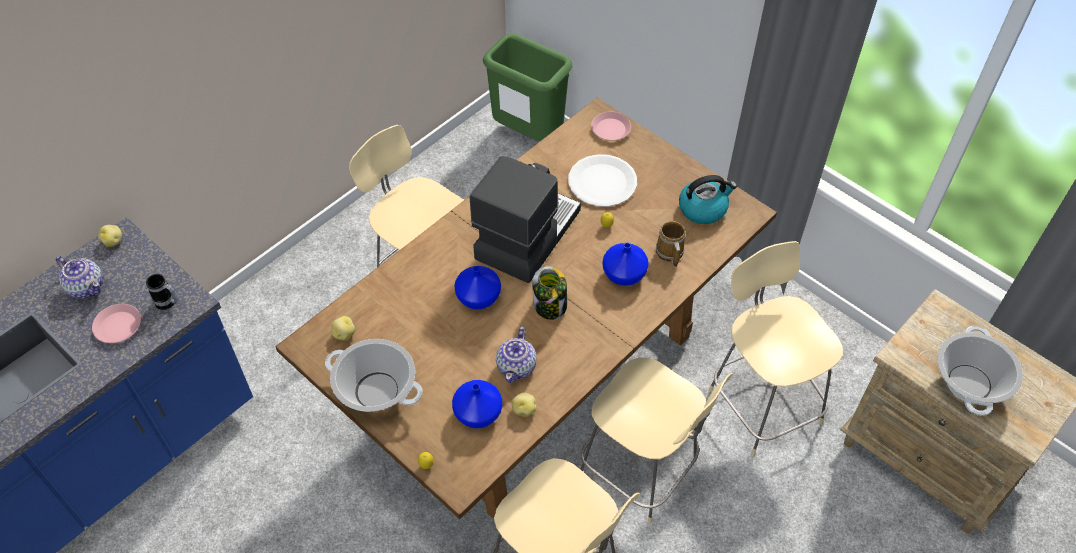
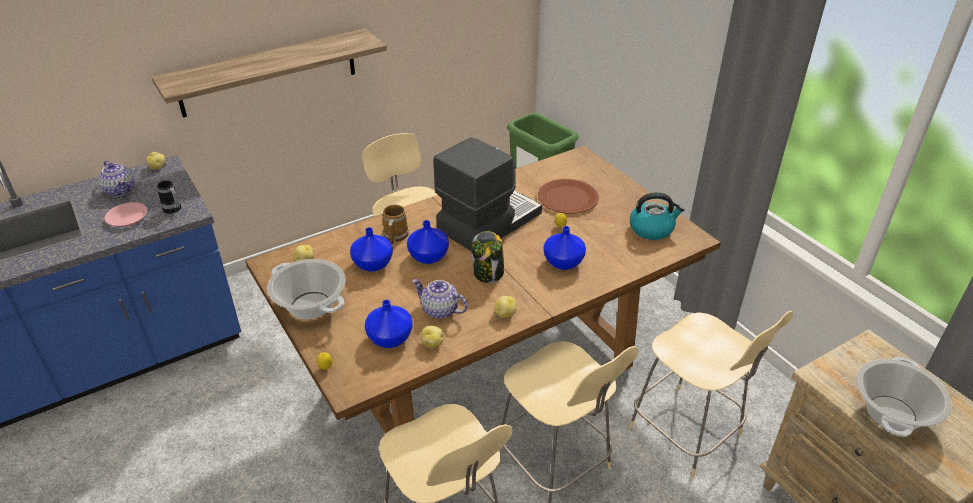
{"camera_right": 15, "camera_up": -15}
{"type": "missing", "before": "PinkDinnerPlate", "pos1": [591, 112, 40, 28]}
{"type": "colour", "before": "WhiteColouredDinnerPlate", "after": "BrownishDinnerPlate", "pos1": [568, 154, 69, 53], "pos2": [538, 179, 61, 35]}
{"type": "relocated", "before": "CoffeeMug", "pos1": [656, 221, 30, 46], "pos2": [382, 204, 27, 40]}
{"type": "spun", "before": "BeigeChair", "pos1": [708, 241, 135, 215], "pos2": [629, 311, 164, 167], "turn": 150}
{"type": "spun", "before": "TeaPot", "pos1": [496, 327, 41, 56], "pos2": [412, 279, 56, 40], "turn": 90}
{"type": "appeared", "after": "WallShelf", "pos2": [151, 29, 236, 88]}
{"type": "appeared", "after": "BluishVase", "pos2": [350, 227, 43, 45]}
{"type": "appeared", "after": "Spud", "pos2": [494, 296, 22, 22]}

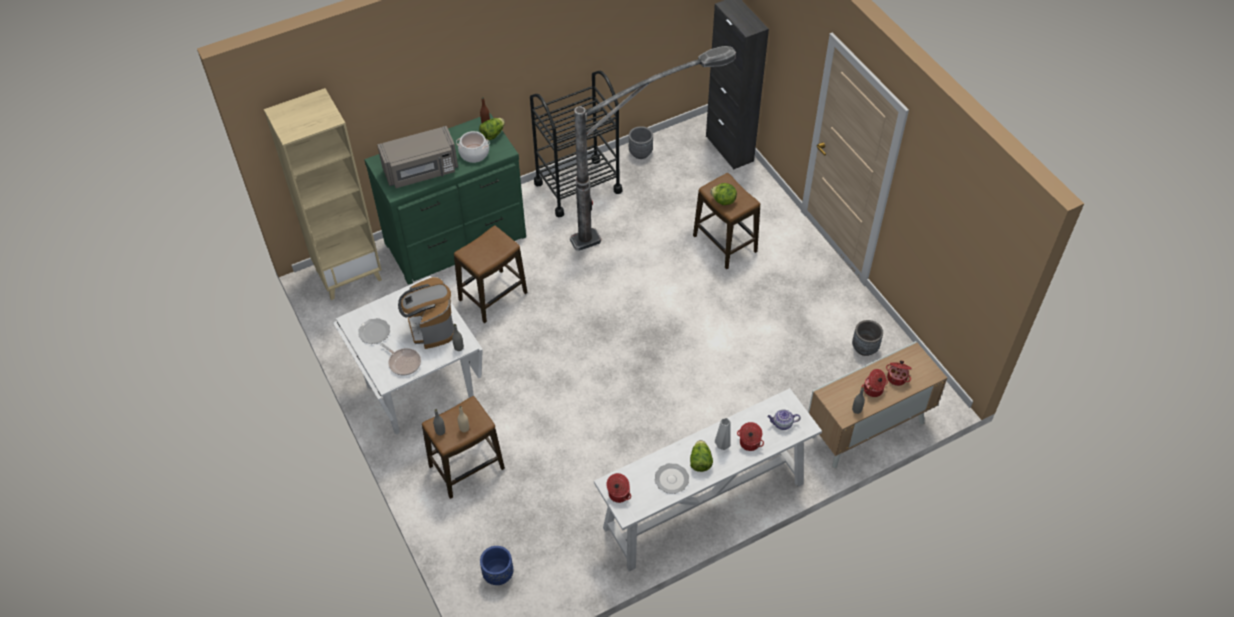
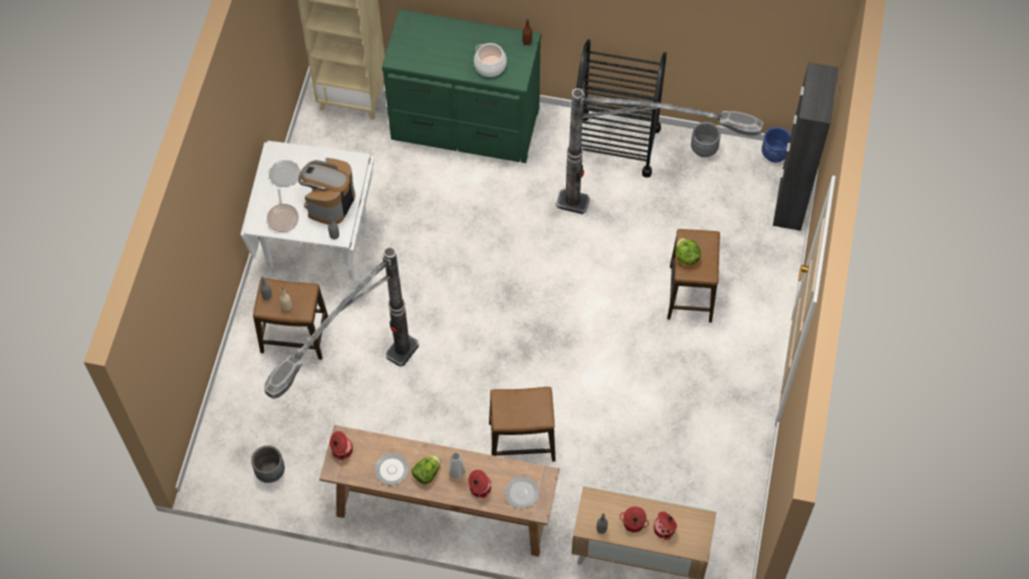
{"camera_right": 40, "camera_up": 10}
{"type": "missing", "before": "HeadOfLettuce", "pos1": [479, 118, 26, 22]}
{"type": "missing", "before": "GrayKitchenMicrowave", "pos1": [377, 126, 81, 62]}
{"type": "relocated", "before": "StoolSeat", "pos1": [454, 225, 74, 98], "pos2": [489, 387, 67, 75]}
{"type": "relocated", "before": "GrayFlowerPot", "pos1": [852, 320, 31, 36], "pos2": [251, 445, 34, 38]}
{"type": "colour", "before": "WhiteColouredHallTable", "after": "BrownishHallTable", "pos1": [594, 388, 228, 184], "pos2": [319, 425, 240, 132]}
{"type": "exchanged", "before": "TeaPot", "after": "DinnerPlate", "pos1": [767, 410, 34, 20], "pos2": [505, 476, 35, 33]}
{"type": "relocated", "before": "BluishFlowerPot", "pos1": [480, 546, 33, 39], "pos2": [762, 127, 29, 35]}
{"type": "appeared", "after": "FloorLamp", "pos2": [264, 247, 155, 152]}

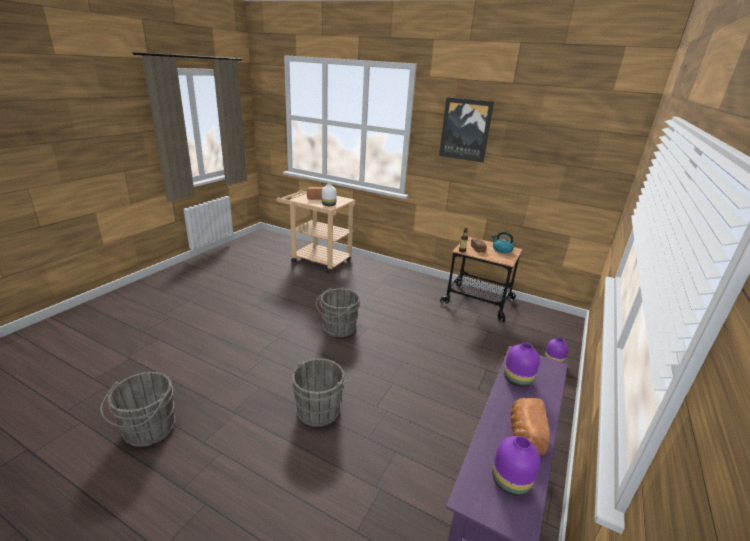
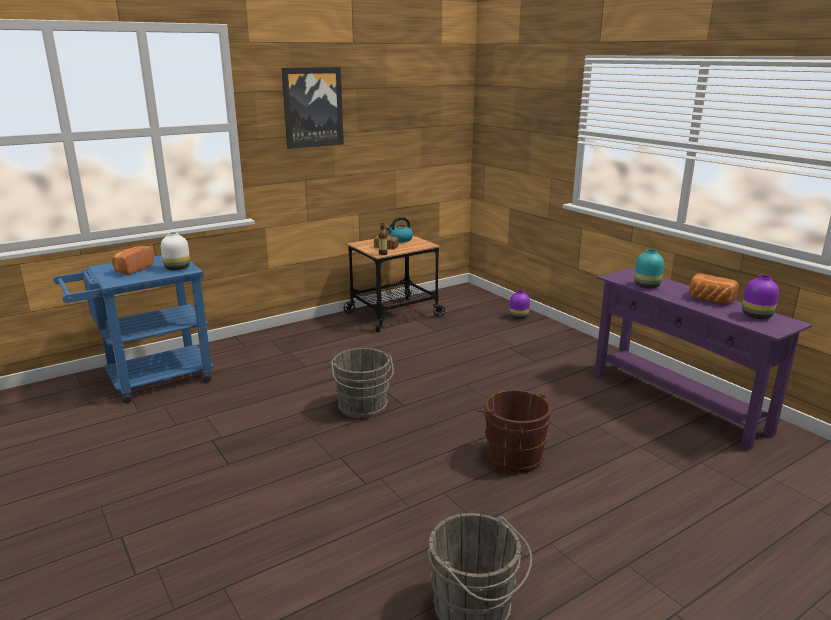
{"camera_right": -60, "camera_up": -5}
{"type": "colour", "before": "BeigeWheeledCart", "after": "BluishWheeledCart", "pos1": [276, 190, 80, 84], "pos2": [53, 255, 161, 149]}
{"type": "colour", "before": "PurpleVase", "after": "BlueGreenVase", "pos1": [504, 342, 36, 45], "pos2": [634, 249, 30, 40]}
{"type": "colour", "before": "GrayBucket", "after": "BrownishBucket", "pos1": [292, 359, 59, 68], "pos2": [476, 390, 76, 83]}

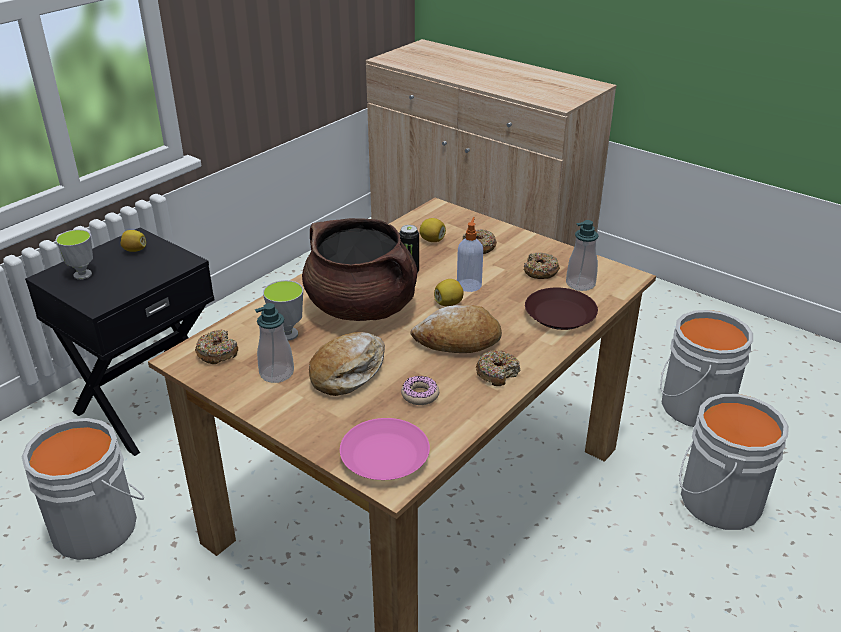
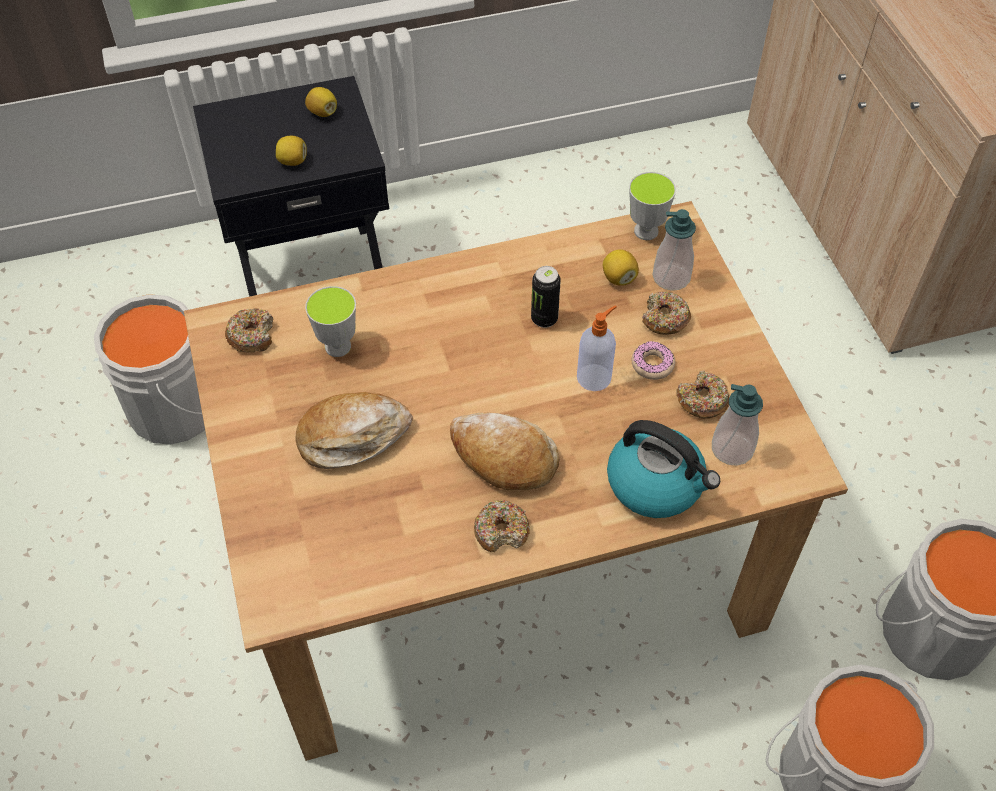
{"camera_right": 35, "camera_up": 20}
{"type": "missing", "before": "BrownishCookingPot", "pos1": [302, 218, 115, 103]}
{"type": "relocated", "before": "SmallCup", "pos1": [56, 229, 37, 51], "pos2": [629, 172, 47, 68]}
{"type": "relocated", "before": "WholeLemon", "pos1": [434, 279, 30, 27], "pos2": [276, 136, 31, 30]}
{"type": "exchanged", "before": "BrownishDinnerPlate", "after": "TeaKettle", "pos1": [525, 288, 73, 42], "pos2": [607, 420, 113, 98]}
{"type": "relocated", "before": "LiquidSoapBottle", "pos1": [255, 303, 39, 80], "pos2": [653, 209, 43, 82]}
{"type": "relocated", "before": "Doughnut", "pos1": [401, 376, 38, 29], "pos2": [632, 341, 43, 39]}
{"type": "missing", "before": "PinkDinnerPlate", "pos1": [340, 418, 90, 62]}

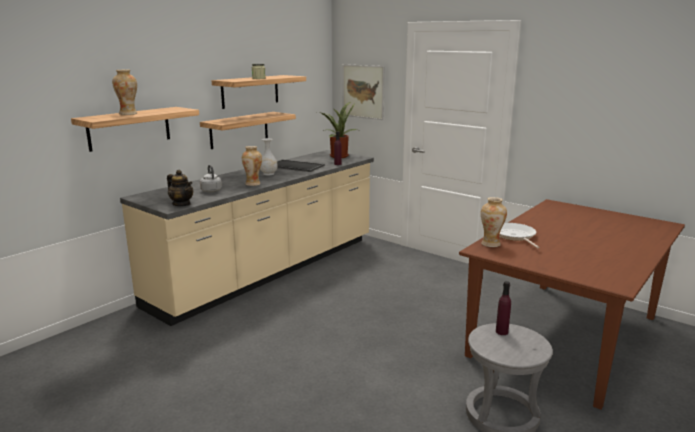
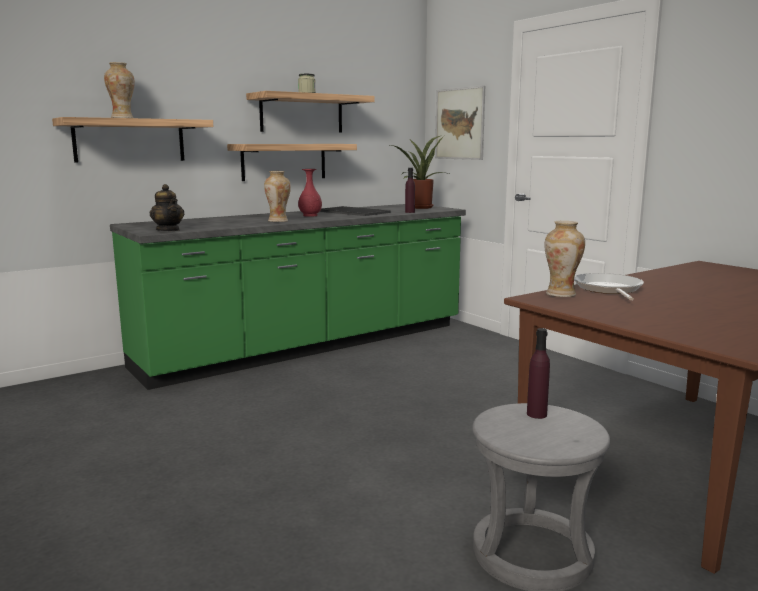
{"camera_right": 15, "camera_up": -5}
{"type": "colour", "before": "WhiteColouredVase", "after": "RedColouredVase", "pos1": [260, 138, 18, 37], "pos2": [298, 169, 24, 48]}
{"type": "colour", "before": "BeigeKitchenBaseUnit", "after": "GreenishKitchenBaseUnit", "pos1": [120, 150, 254, 176], "pos2": [110, 204, 356, 186]}
{"type": "missing", "before": "GrayTeaKettle", "pos1": [200, 165, 22, 27]}

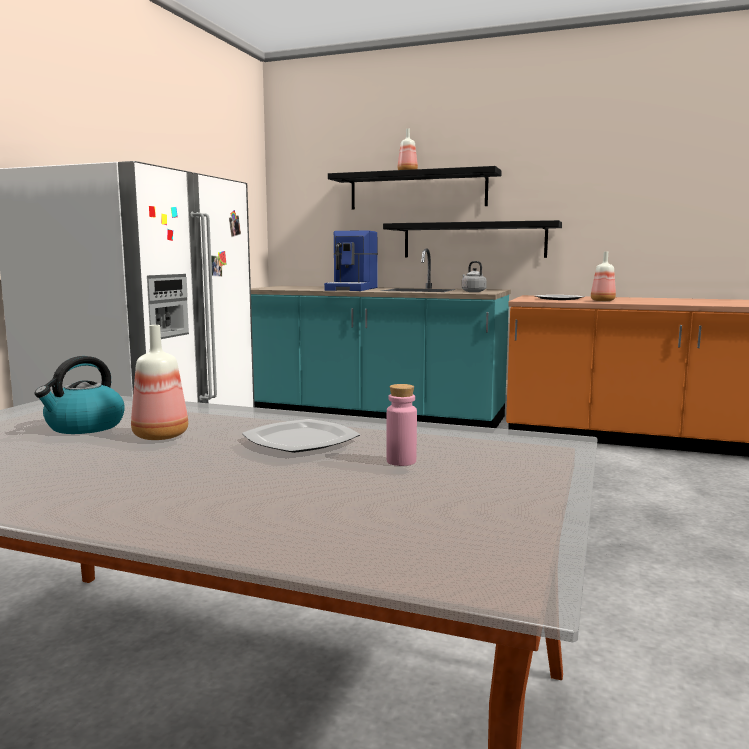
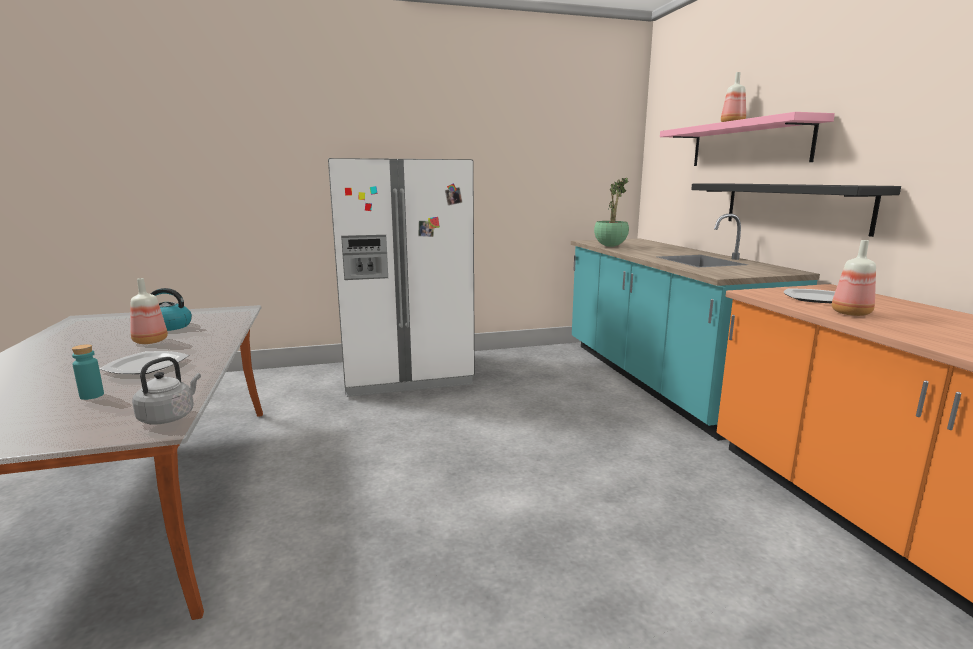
{"camera_right": 55, "camera_up": 5}
{"type": "colour", "before": "BlackishWallShelf", "after": "PinkWallShelf", "pos1": [328, 166, 174, 43], "pos2": [660, 112, 175, 54]}
{"type": "missing", "before": "CoffeeBrewer", "pos1": [324, 230, 54, 61]}
{"type": "relocated", "before": "GrayTeaKettle", "pos1": [462, 261, 25, 31], "pos2": [132, 357, 69, 68]}
{"type": "colour", "before": "PinkBottle", "after": "BlueGreenBottle", "pos1": [386, 384, 31, 82], "pos2": [72, 344, 32, 56]}
{"type": "appeared", "after": "Houseplant", "pos2": [594, 178, 35, 69]}

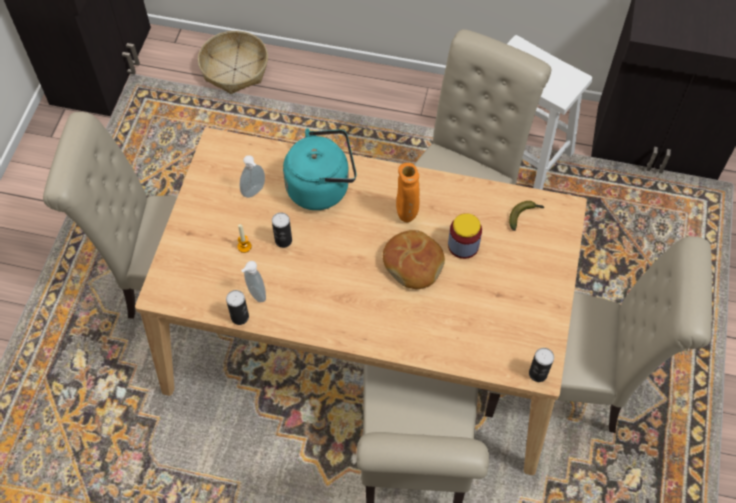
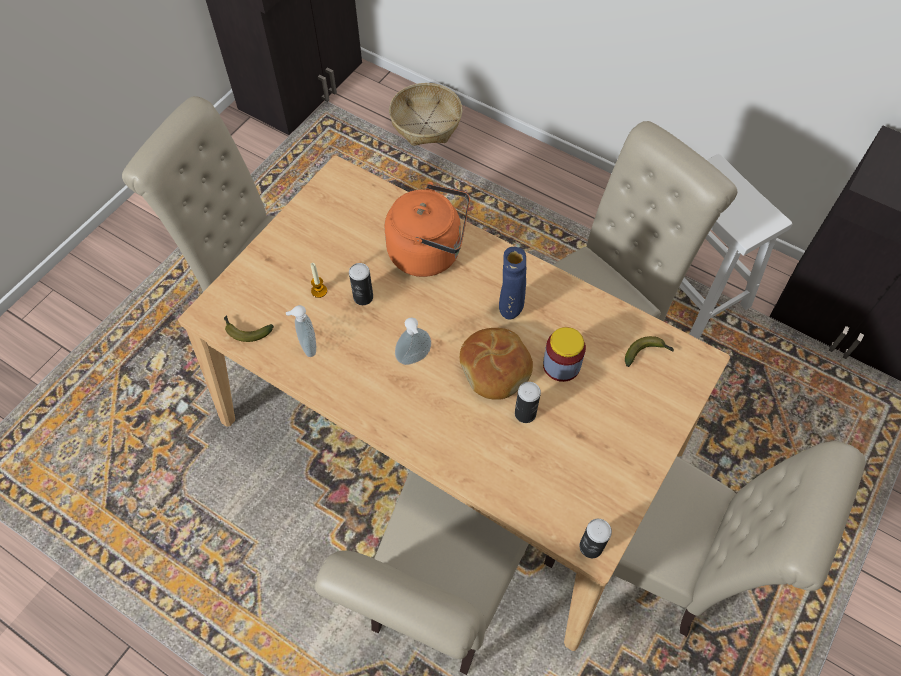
{"camera_right": 20, "camera_up": 0}
{"type": "colour", "before": "BlueGreenTeaKettle", "after": "OrangeTeaKettle", "pos1": [283, 129, 74, 81], "pos2": [385, 182, 85, 95]}
{"type": "relocated", "before": "LiquidSoapBottle", "pos1": [240, 155, 25, 43], "pos2": [395, 317, 36, 48]}
{"type": "colour", "before": "OrangeVase", "after": "BluishVase", "pos1": [396, 163, 23, 59], "pos2": [499, 247, 27, 72]}
{"type": "relocated", "before": "Can", "pos1": [226, 290, 23, 35], "pos2": [515, 382, 26, 41]}
{"type": "appeared", "after": "WholeBanana", "pos2": [224, 315, 50, 27]}

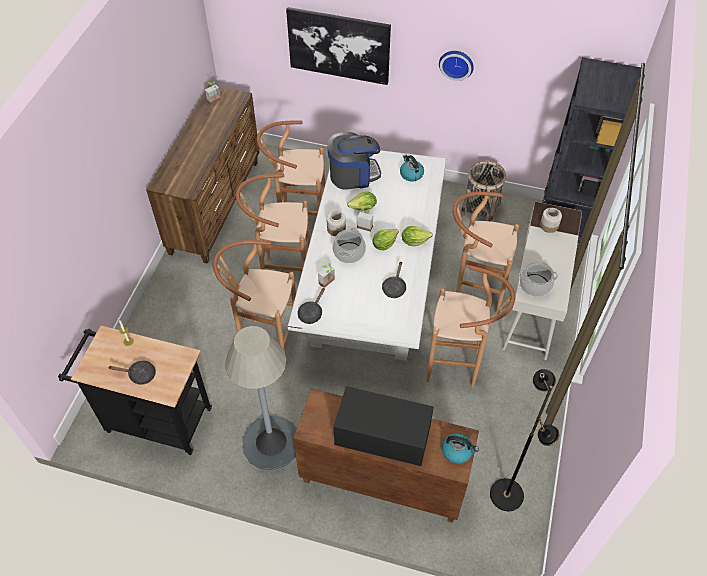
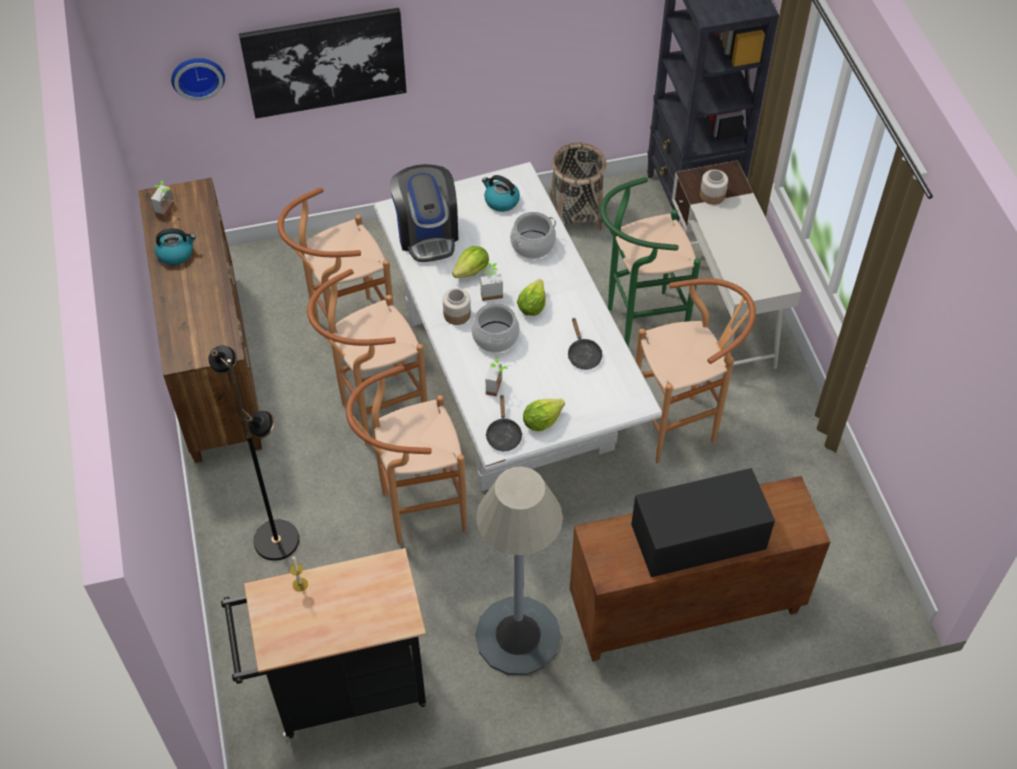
{"camera_right": -30, "camera_up": 0}
{"type": "relocated", "before": "ClockOnTheWall", "pos1": [439, 51, 35, 30], "pos2": [171, 58, 54, 43]}
{"type": "spun", "before": "CoffeeBrewer", "pos1": [328, 132, 53, 57], "pos2": [390, 164, 68, 98], "turn": 120}
{"type": "colour", "before": "BrownishStoolSeat", "after": "GreenishStoolSeat", "pos1": [453, 191, 66, 120], "pos2": [600, 177, 101, 170]}
{"type": "relocated", "before": "HeadOfLettuce", "pos1": [402, 226, 31, 20], "pos2": [523, 399, 42, 32]}
{"type": "relocated", "before": "CookingPot", "pos1": [520, 262, 38, 35], "pos2": [510, 212, 46, 47]}
{"type": "missing", "before": "BlackishFryingPan", "pos1": [108, 360, 48, 25]}
{"type": "relocated", "before": "BlackishFloorLamp", "pos1": [490, 369, 69, 142], "pos2": [209, 346, 90, 215]}
{"type": "relocated", "before": "TeaKettle", "pos1": [442, 433, 37, 31], "pos2": [155, 228, 41, 37]}

